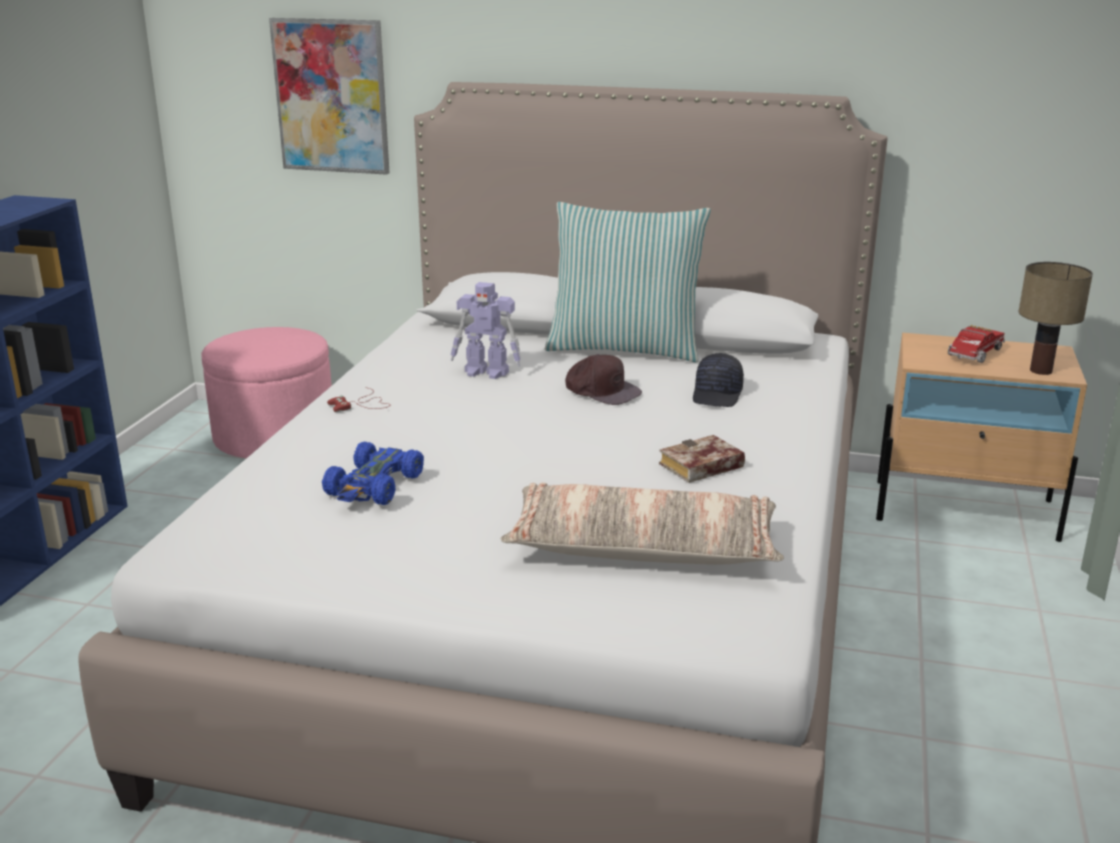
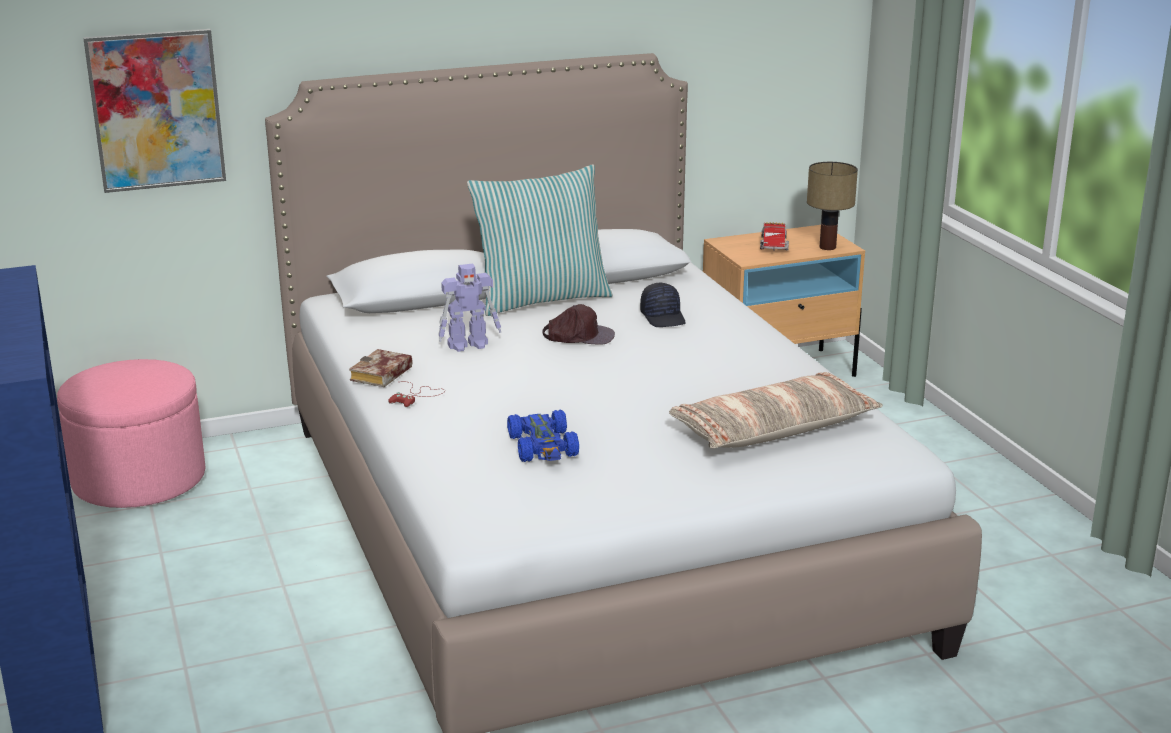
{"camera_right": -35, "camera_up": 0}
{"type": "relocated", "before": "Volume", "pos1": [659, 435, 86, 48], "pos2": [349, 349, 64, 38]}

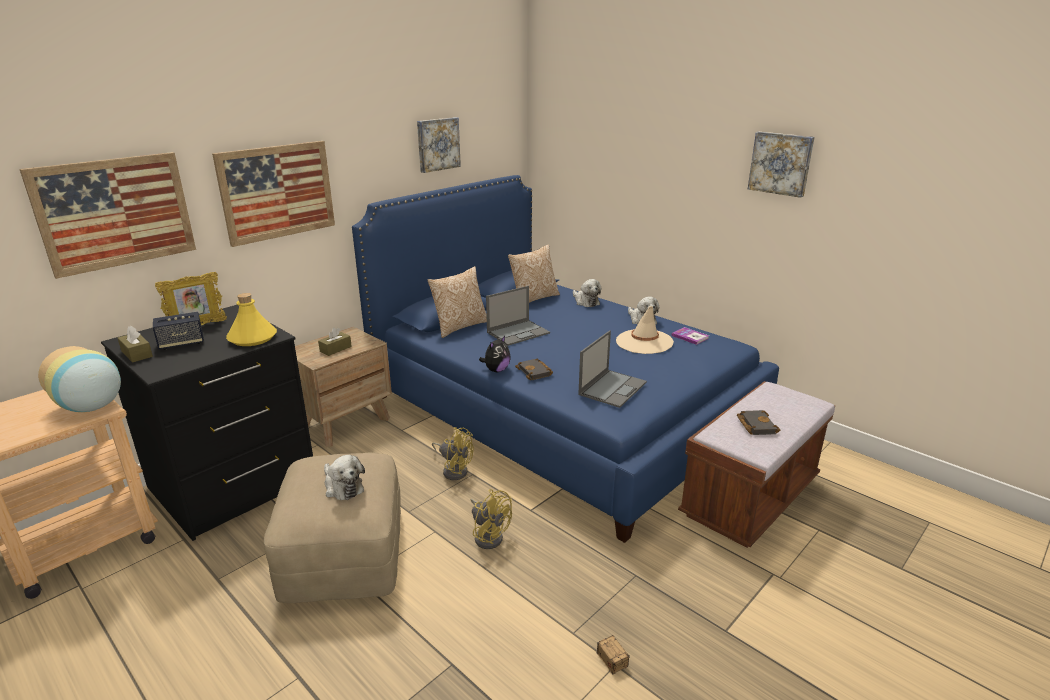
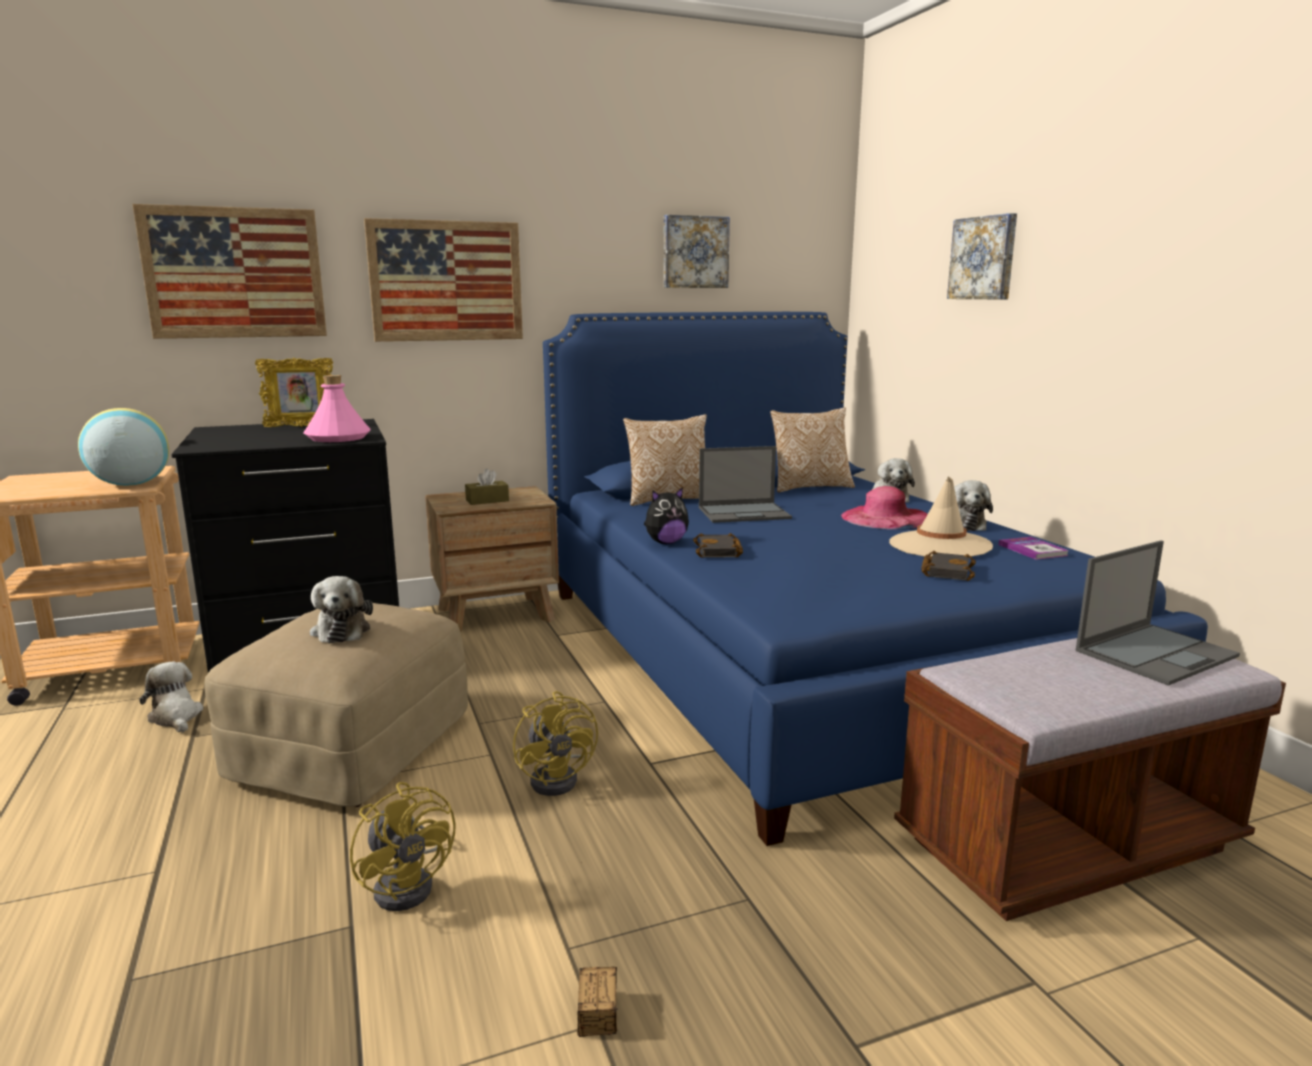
{"camera_right": 25, "camera_up": -10}
{"type": "relocated", "before": "WallArt", "pos1": [748, 132, 67, 66], "pos2": [947, 213, 70, 86]}
{"type": "colour", "before": "YellowBottle", "after": "PinkBottle", "pos1": [226, 293, 51, 53], "pos2": [304, 375, 67, 67]}
{"type": "missing", "before": "Speaker", "pos1": [153, 312, 51, 38]}
{"type": "missing", "before": "BrownishTissueBox", "pos1": [118, 326, 35, 37]}
{"type": "relocated", "before": "NotebookComputer", "pos1": [578, 330, 69, 78], "pos2": [1076, 540, 164, 145]}
{"type": "relocated", "before": "BlackishVolume", "pos1": [737, 410, 43, 25], "pos2": [921, 551, 55, 30]}
{"type": "relocated", "before": "YellowCoolingFan", "pos1": [432, 427, 42, 53], "pos2": [350, 782, 106, 129]}
{"type": "appeared", "after": "PinkHat", "pos2": [841, 486, 87, 44]}
{"type": "appeared", "after": "SoftToy", "pos2": [139, 662, 64, 70]}

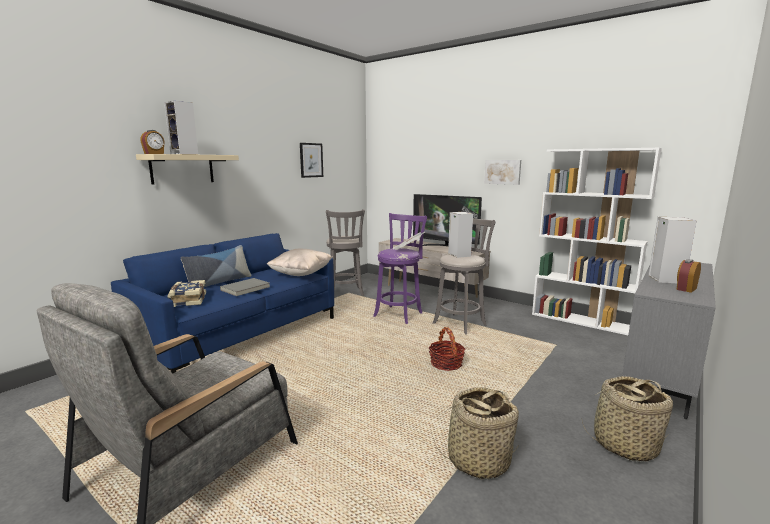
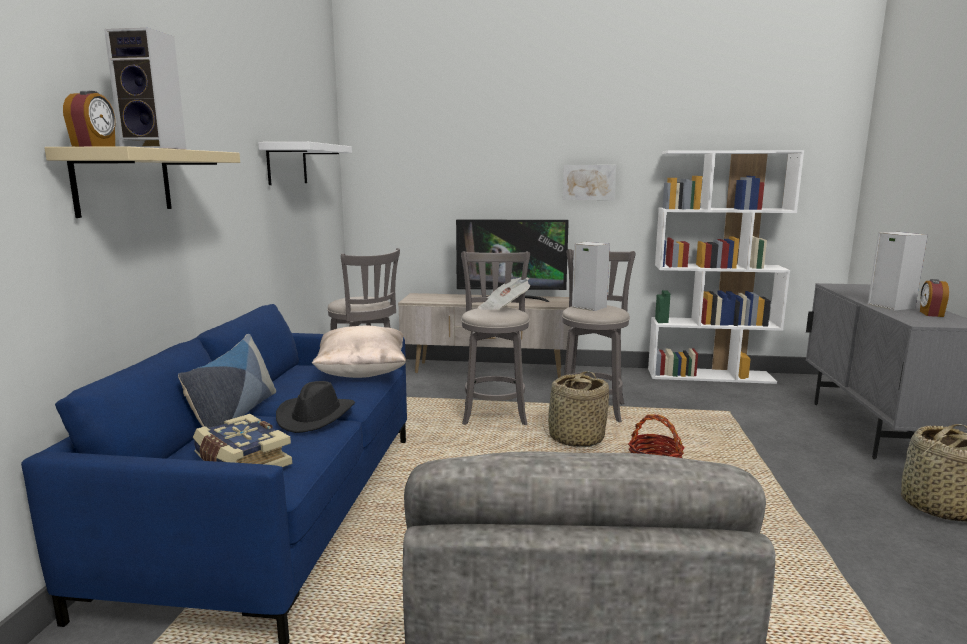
{"camera_right": -30, "camera_up": 0}
{"type": "exchanged", "before": "WallArt", "after": "WhiteColouredWallShelf", "pos1": [300, 143, 23, 35], "pos2": [258, 142, 94, 43]}
{"type": "colour", "before": "PurpleStoolSeat", "after": "GrayStoolSeat", "pos1": [373, 213, 54, 111], "pos2": [461, 251, 69, 174]}
{"type": "exchanged", "before": "GrayVolume", "after": "BlackishHat", "pos1": [220, 278, 50, 18], "pos2": [276, 381, 79, 52]}
{"type": "relocated", "before": "HouseholdBasket", "pos1": [434, 387, 85, 93], "pos2": [543, 371, 66, 76]}

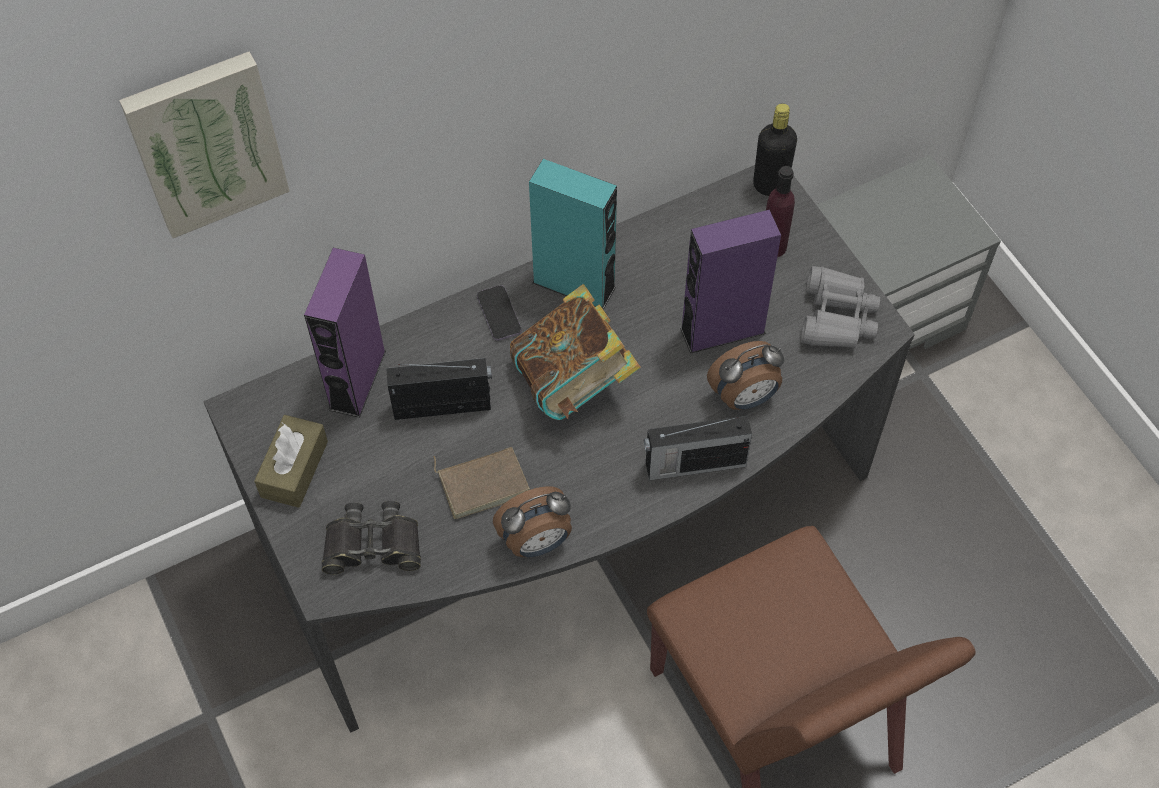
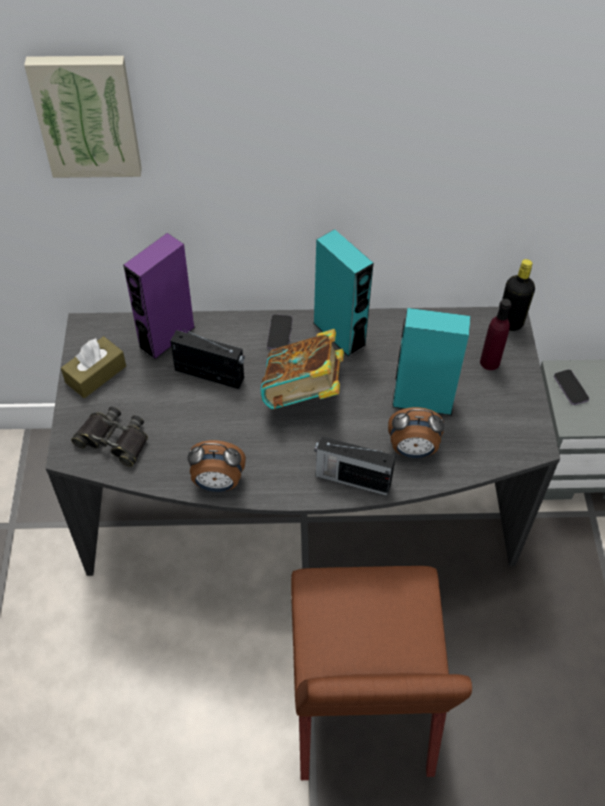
{"camera_right": 25, "camera_up": -5}
{"type": "colour", "before": "PurpleSpeaker", "after": "BlueGreenSpeaker", "pos1": [680, 209, 101, 145], "pos2": [392, 308, 79, 108]}
{"type": "missing", "before": "GrayBinoculars", "pos1": [801, 266, 79, 82]}
{"type": "missing", "before": "BrownishVolume", "pos1": [433, 447, 97, 72]}
{"type": "appeared", "after": "Phone", "pos2": [554, 369, 35, 36]}

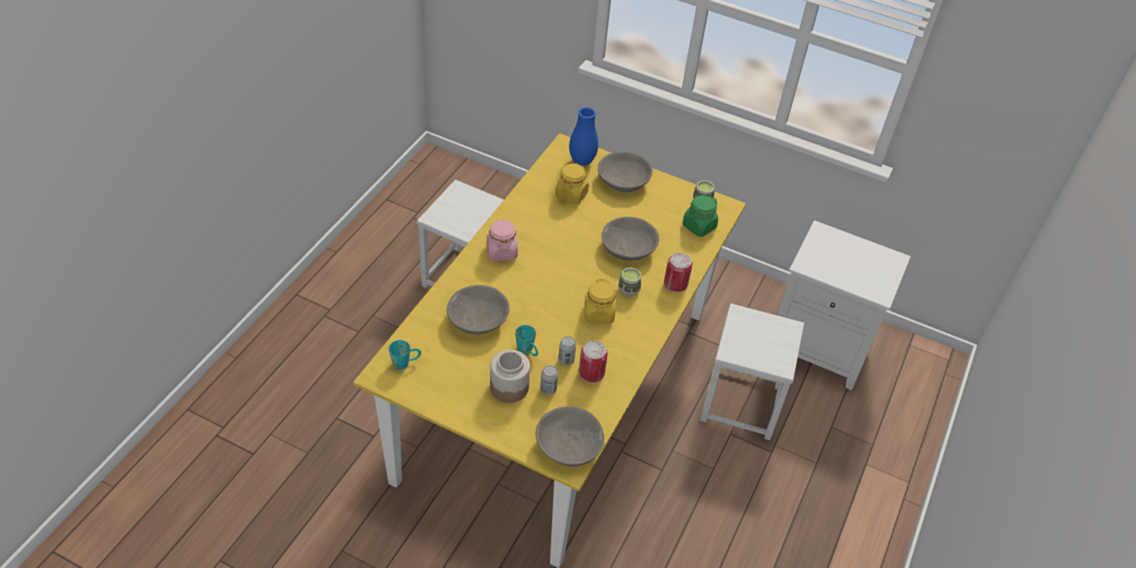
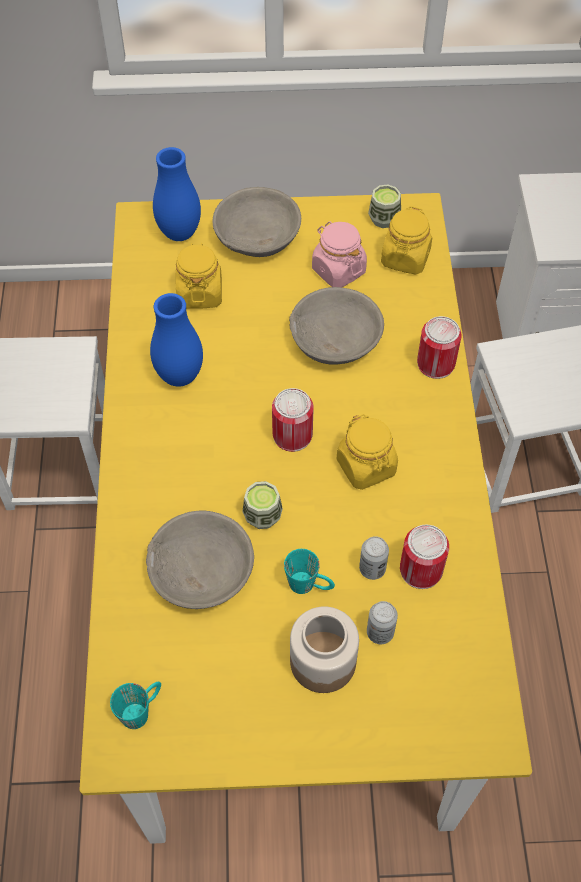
{"camera_right": -25, "camera_up": 10}
{"type": "colour", "before": "GreenishJar", "after": "YellowJar", "pos1": [683, 195, 35, 42], "pos2": [381, 206, 51, 68]}
{"type": "relocated", "before": "PinkJar", "pos1": [487, 219, 31, 42], "pos2": [312, 221, 55, 67]}
{"type": "relocated", "before": "SmallCup", "pos1": [618, 267, 23, 30], "pos2": [242, 481, 41, 48]}
{"type": "missing", "before": "GrayServingBowl", "pos1": [536, 406, 68, 61]}
{"type": "appeared", "after": "BluishVase", "pos2": [150, 293, 53, 94]}
{"type": "appeared", "after": "Can", "pos2": [272, 388, 42, 64]}

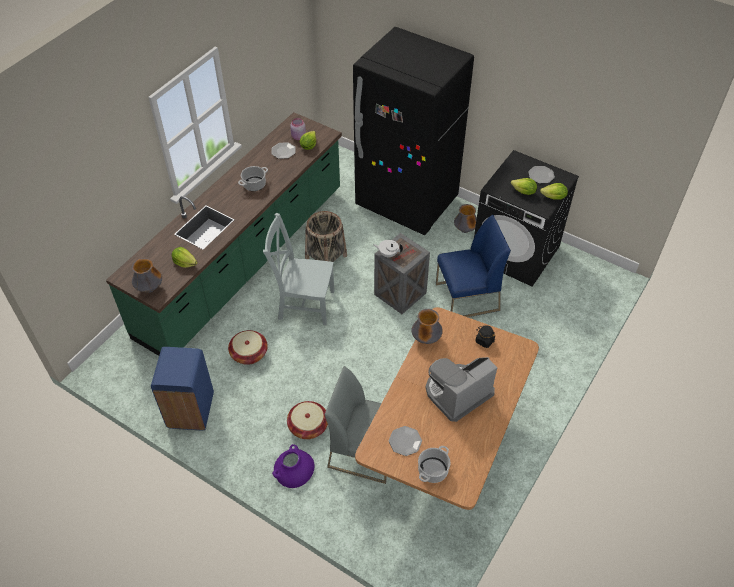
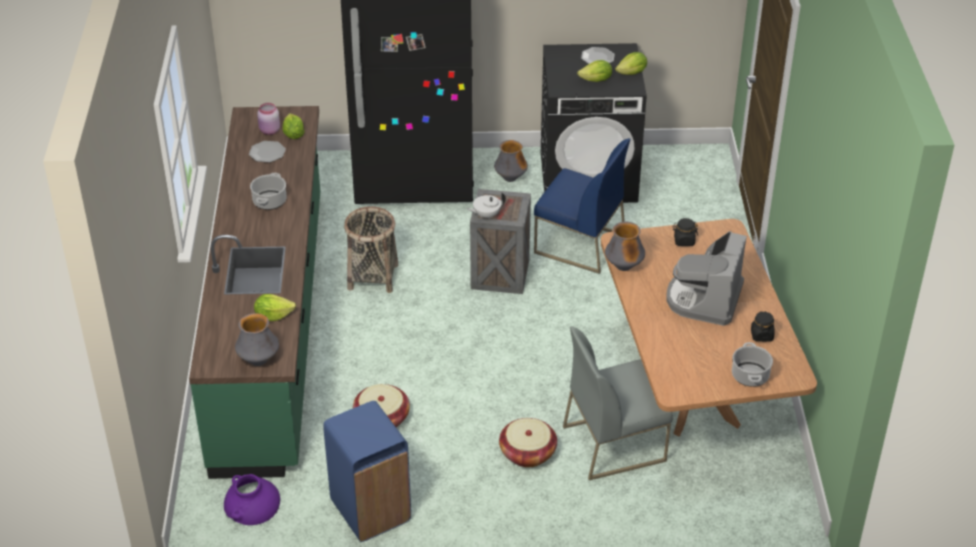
{"camera_right": -35, "camera_up": -10}
{"type": "missing", "before": "GrayChair", "pos1": [263, 213, 71, 112]}
{"type": "spun", "before": "BluishChair", "pos1": [436, 215, 75, 102], "pos2": [534, 138, 96, 136], "turn": 75}
{"type": "missing", "before": "DinnerPlate", "pos1": [389, 426, 33, 30]}
{"type": "relocated", "before": "PurpleVase", "pos1": [272, 444, 43, 44], "pos2": [224, 474, 56, 51]}
{"type": "appeared", "after": "BlackishJar", "pos2": [751, 311, 24, 31]}

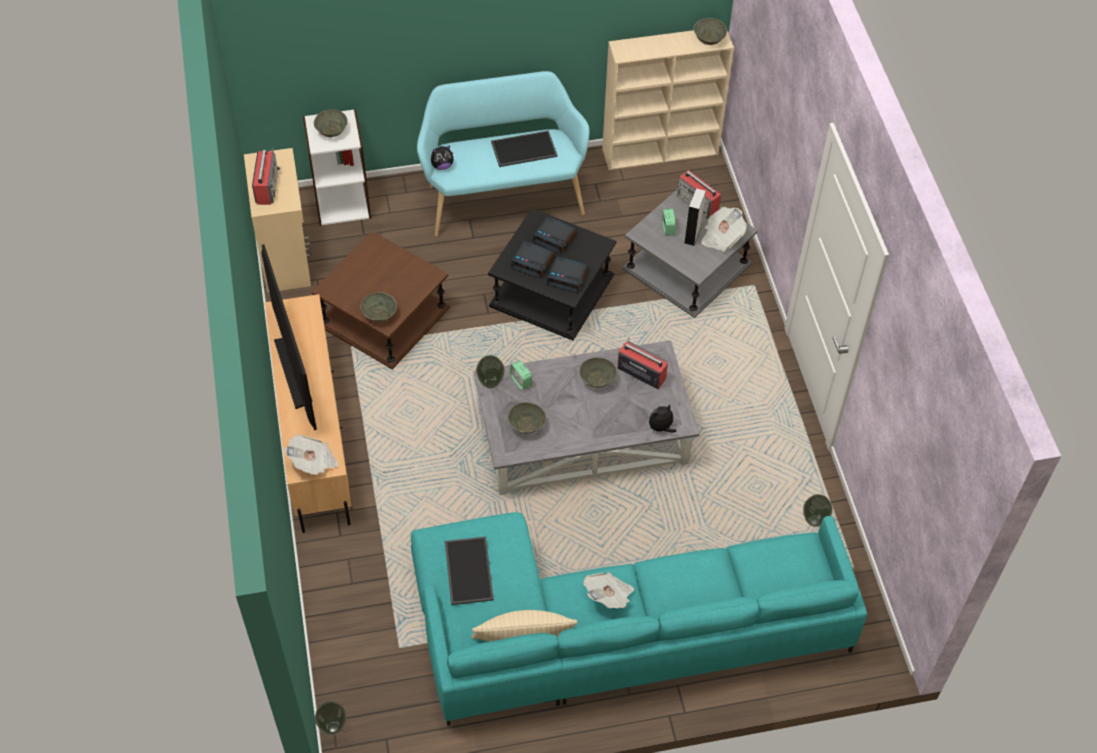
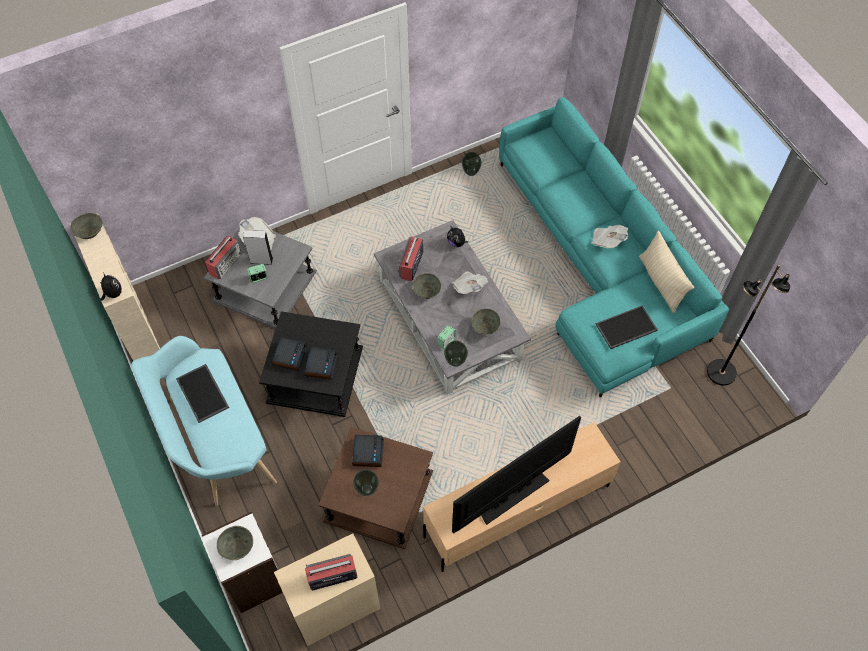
{"camera_right": -105, "camera_up": 5}
{"type": "relocated", "before": "SoftToy", "pos1": [431, 146, 23, 24], "pos2": [100, 274, 22, 27]}
{"type": "relocated", "before": "TableClock", "pos1": [547, 256, 41, 37], "pos2": [352, 435, 32, 32]}
{"type": "missing", "before": "GrayServingBowl", "pos1": [360, 292, 37, 30]}
{"type": "relocated", "before": "PrintedPaper", "pos1": [284, 434, 55, 41], "pos2": [452, 271, 36, 23]}
{"type": "relocated", "before": "Vase", "pos1": [315, 701, 32, 34], "pos2": [353, 469, 26, 27]}
{"type": "appeared", "after": "BlackishFloorLamp", "pos2": [707, 265, 83, 121]}

